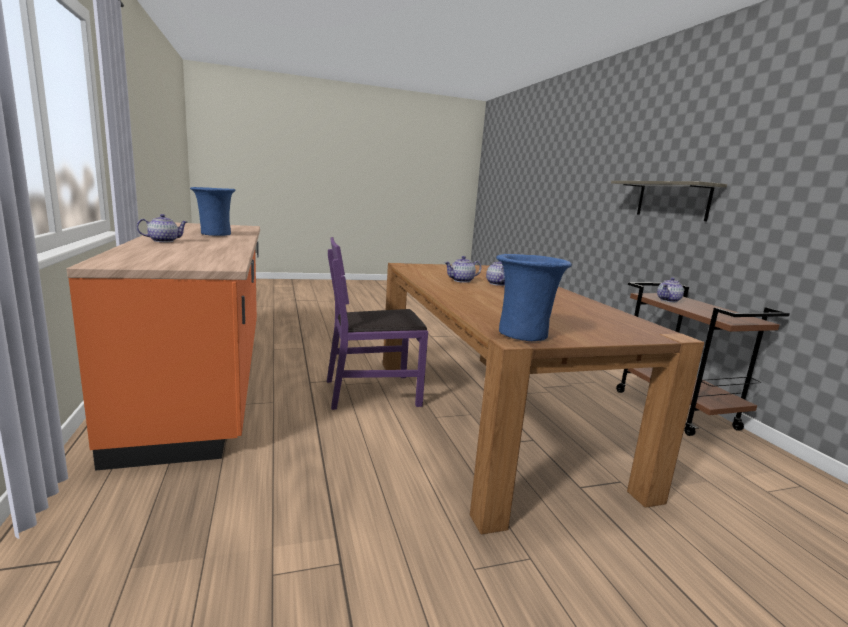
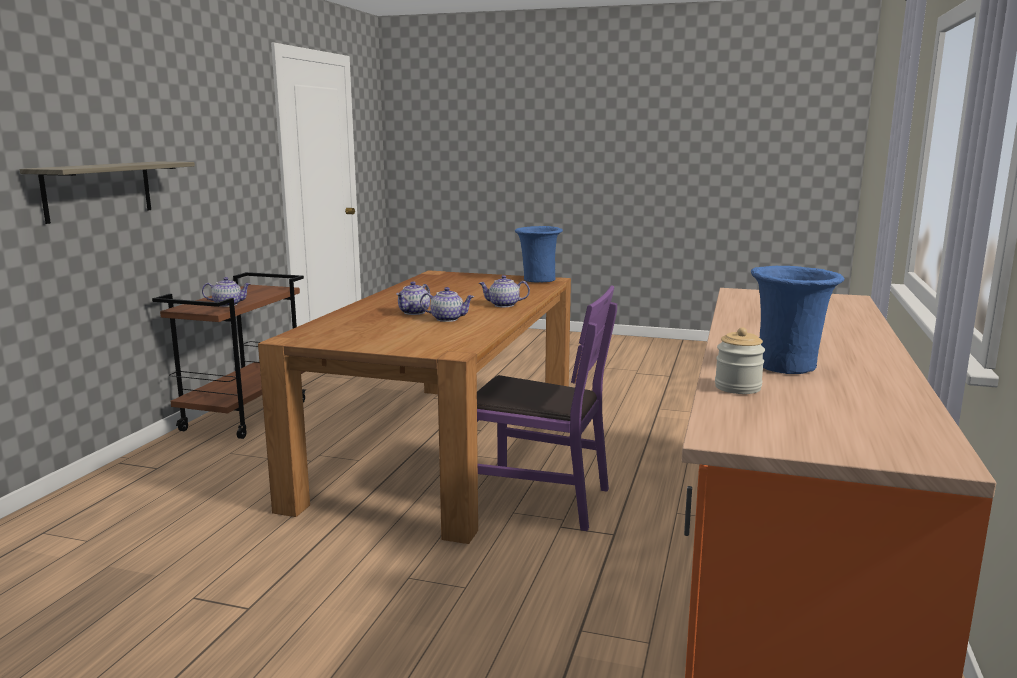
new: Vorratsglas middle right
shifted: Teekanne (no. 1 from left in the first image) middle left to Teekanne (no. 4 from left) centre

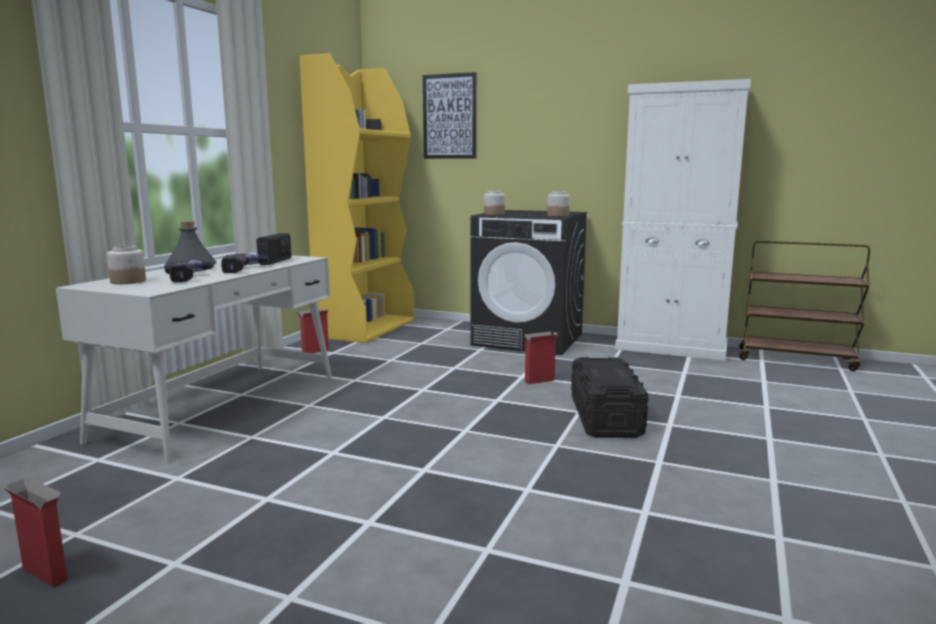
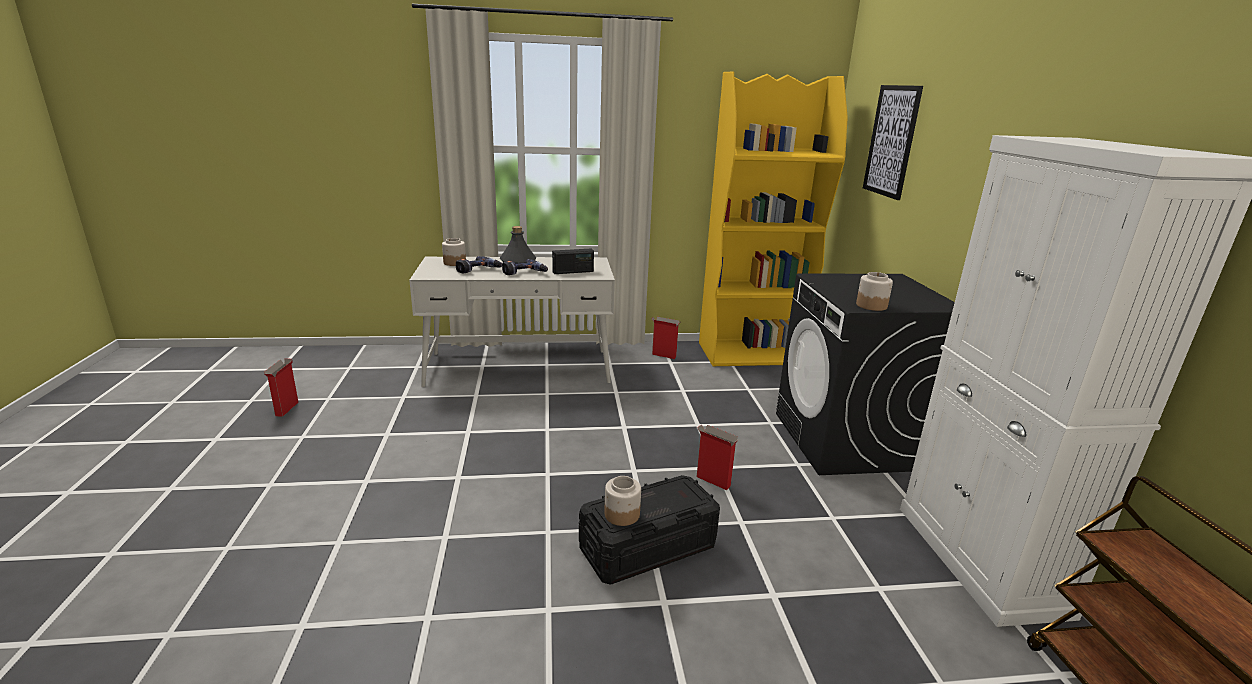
shifted: Vorratsglas (no. 2 from left) top centre to bottom centre

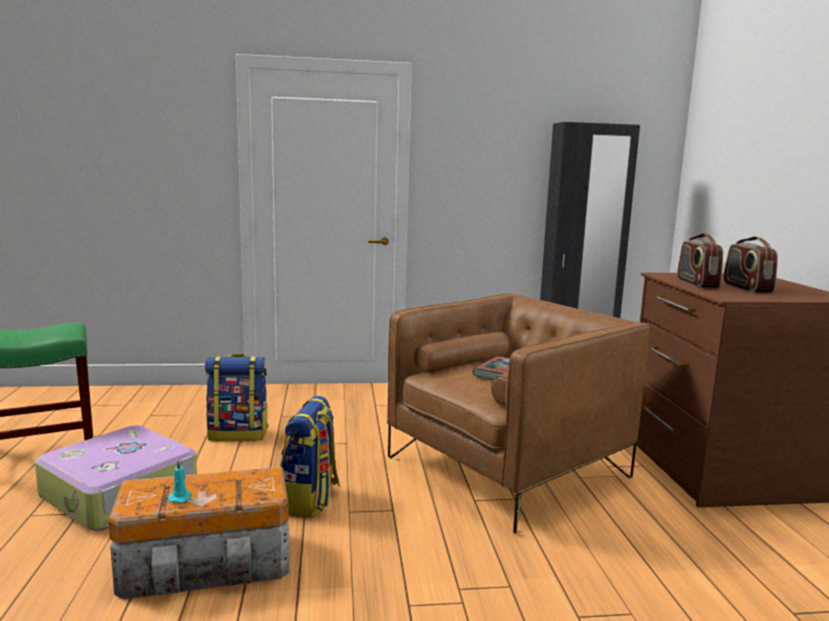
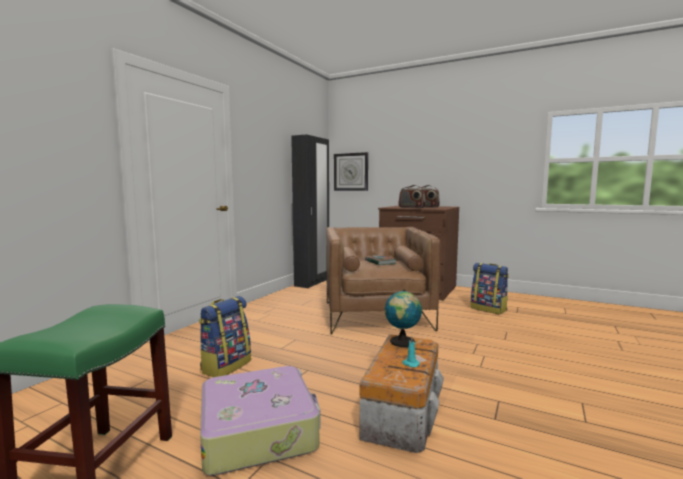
new: Wanduhr centre; Globus centre
shifted: Rucksack (no. 2 from left) bottom centre to middle right

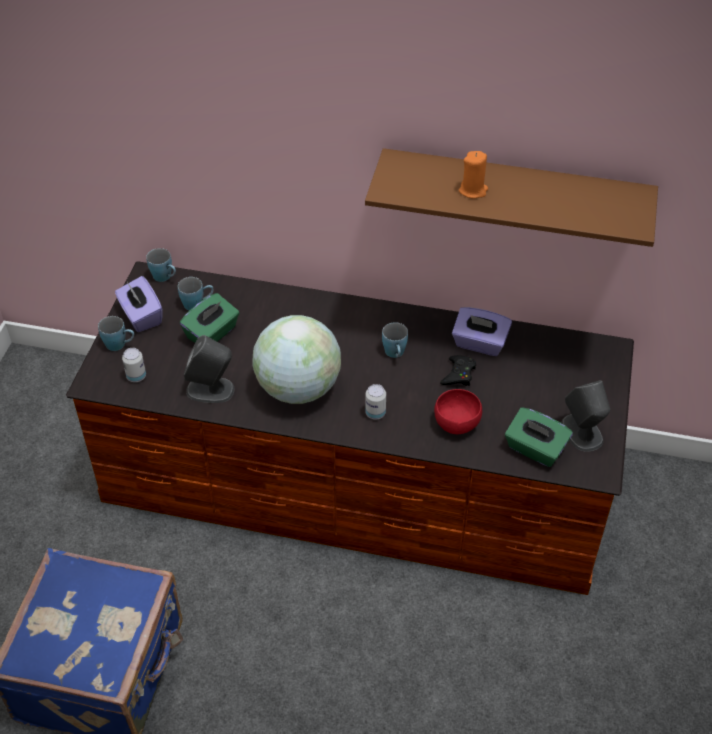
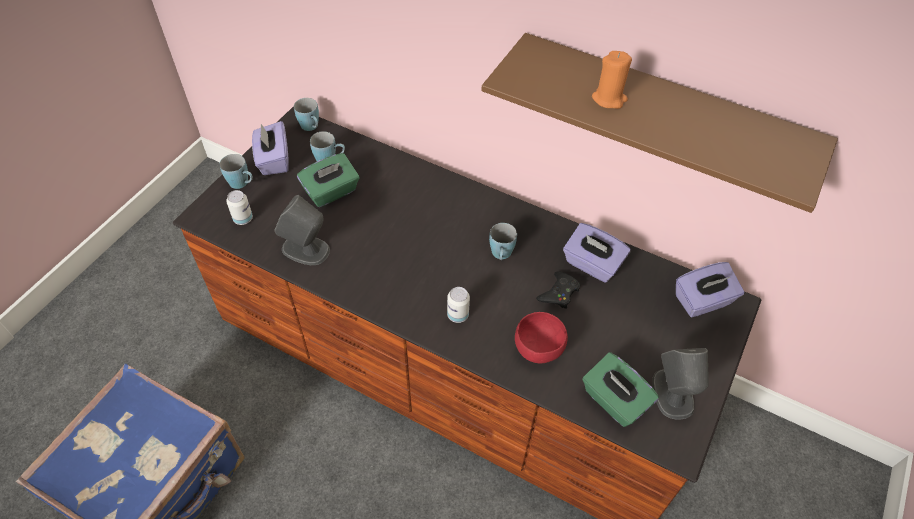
gone: Globus centre
new: Taschentuchbox (lila) (no. 3 from left) middle right

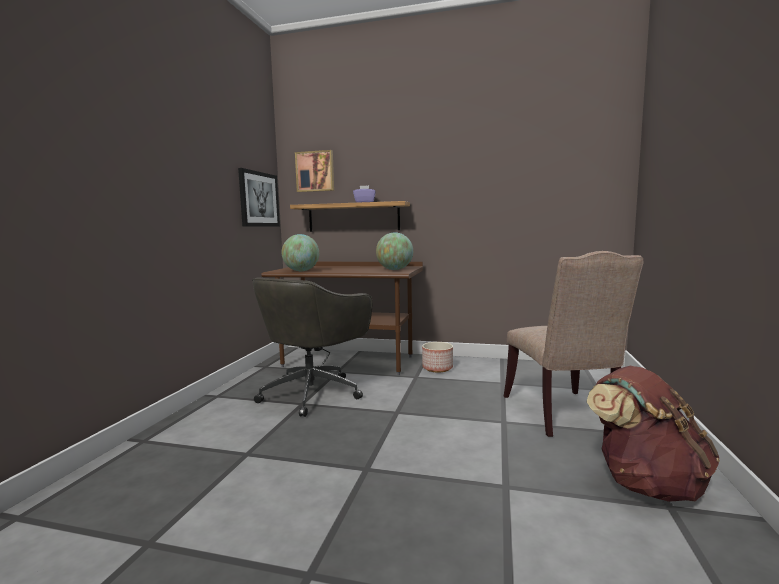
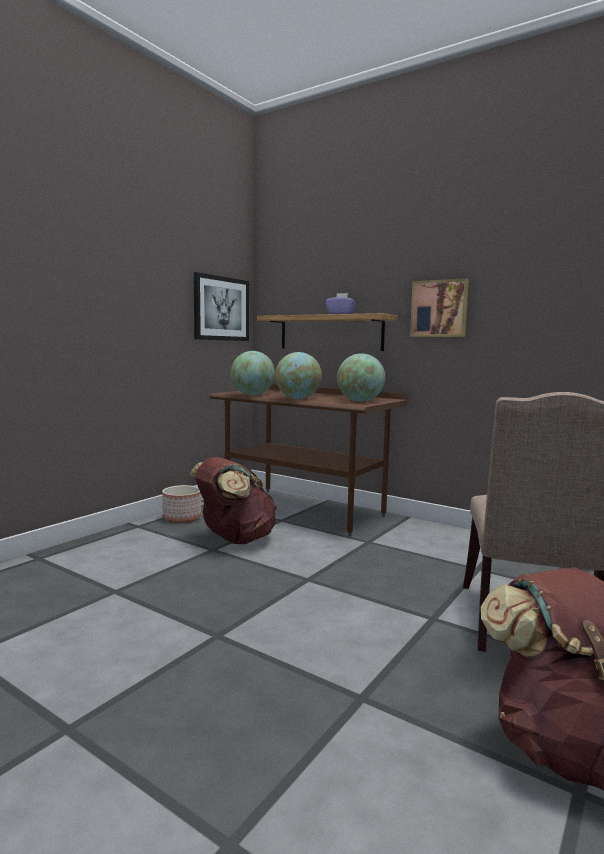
new: Globus (no. 2 from left) centre
shifted: Pflanzkübel centre to middle left; Bild (no. 2 from left) top centre to middle right
swapped: Bürostuhl (grau) centre to Rucksack (braun) (no. 1 from left) centre

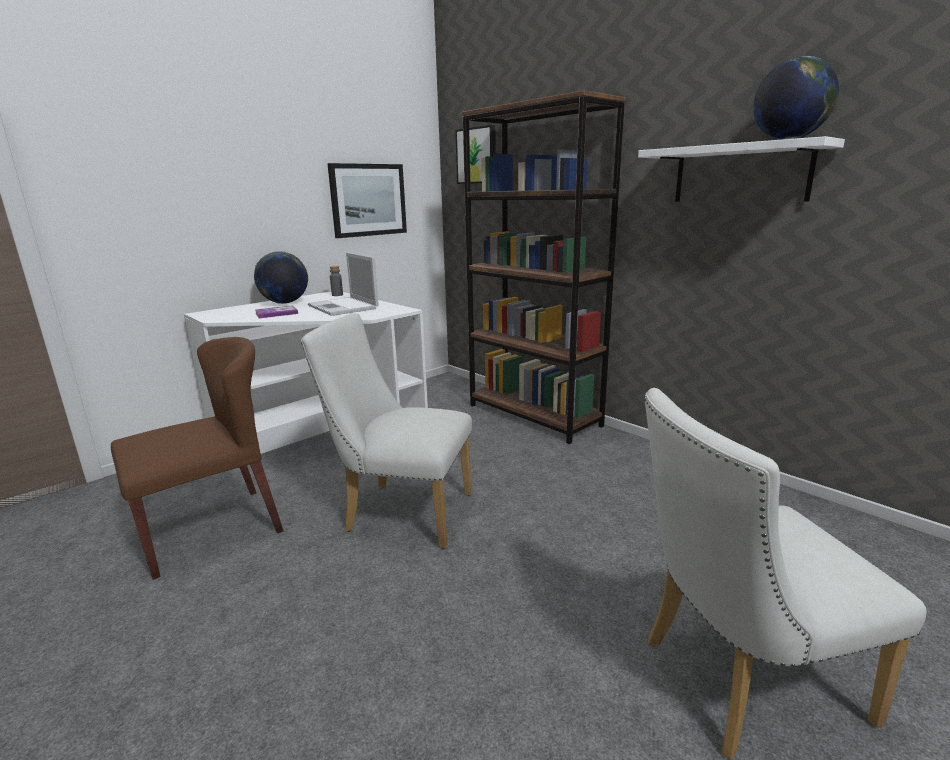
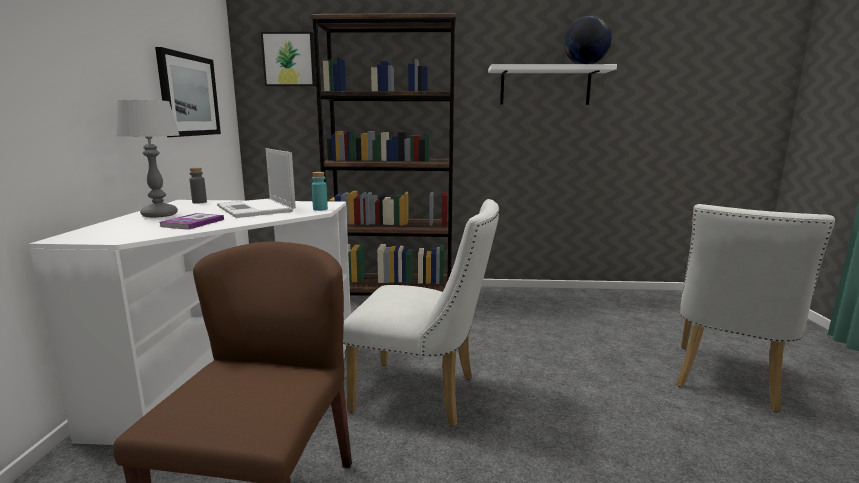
new: Flasche (türkis) centre
swapped: Globus (no. 1 from left) middle left to Tischlampe top left
rotated: Laptop centre = middle left 45 degrees clockwise; Stuhl (weiß) (no. 1 from left) centre = centre 135 degrees counterclockwise

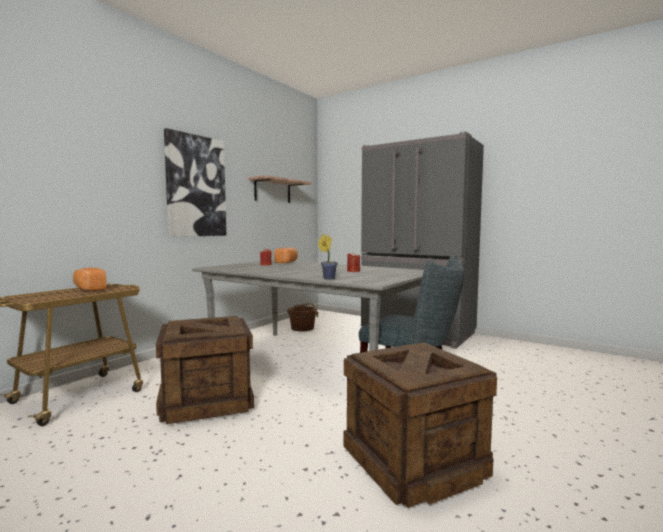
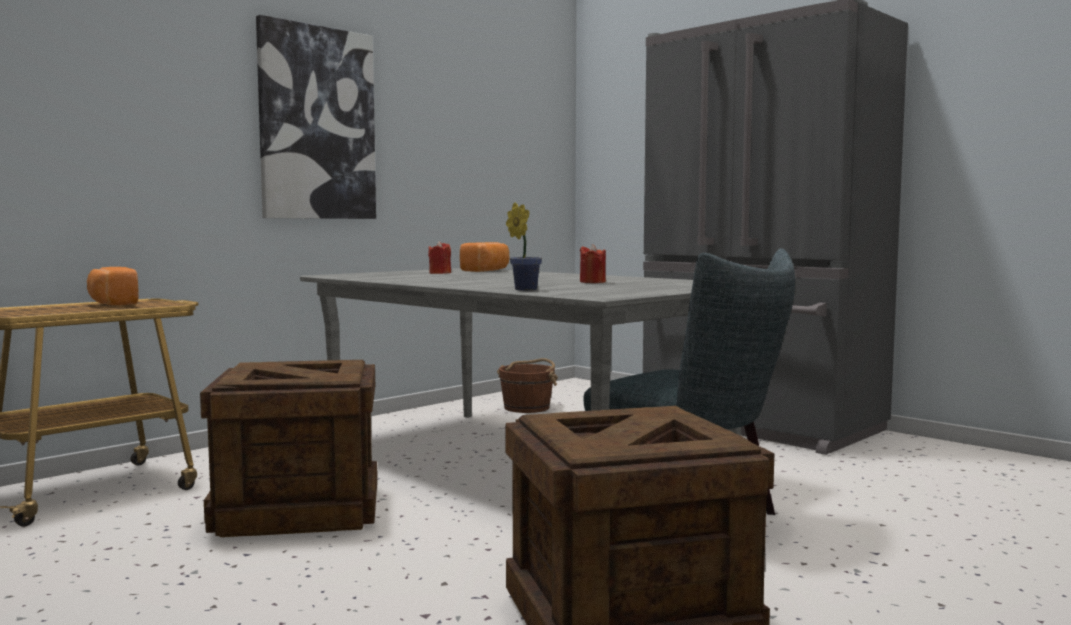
gone: Wandregal centre

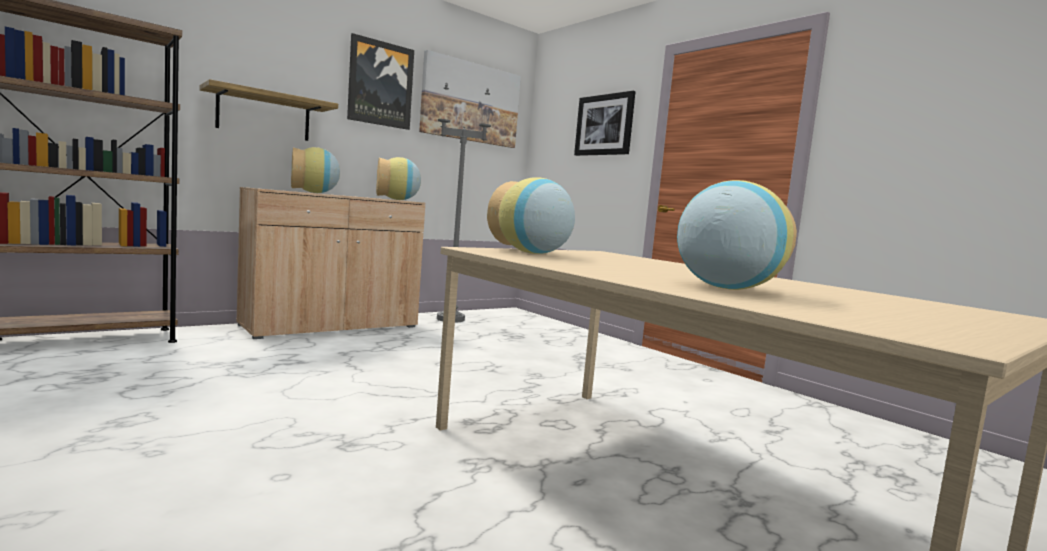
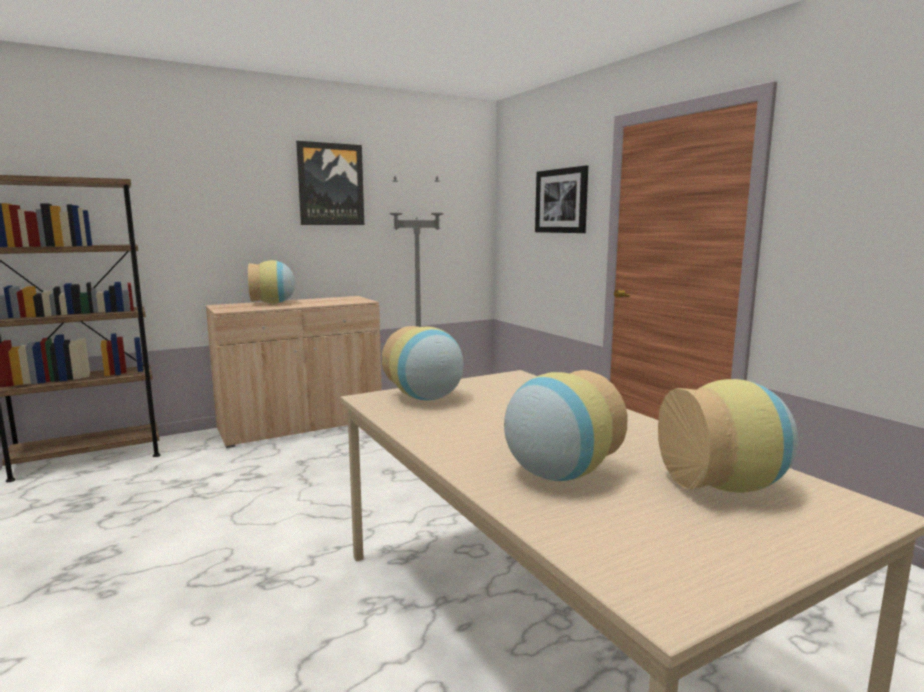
gone: Wandregal top left; Bild (no. 2 from left) top centre
shifted: Vase (no. 2 from left in the first image) top centre to Vase (no. 4 from left) middle right

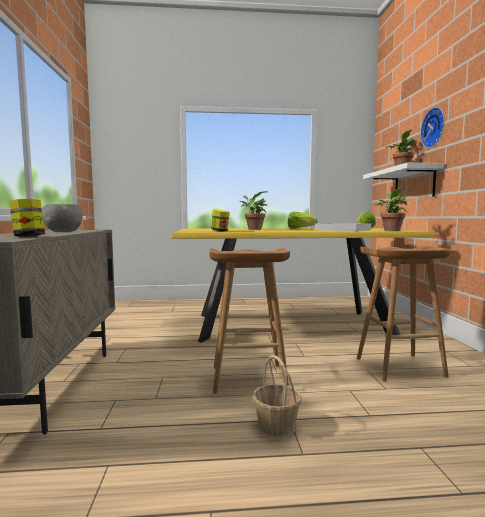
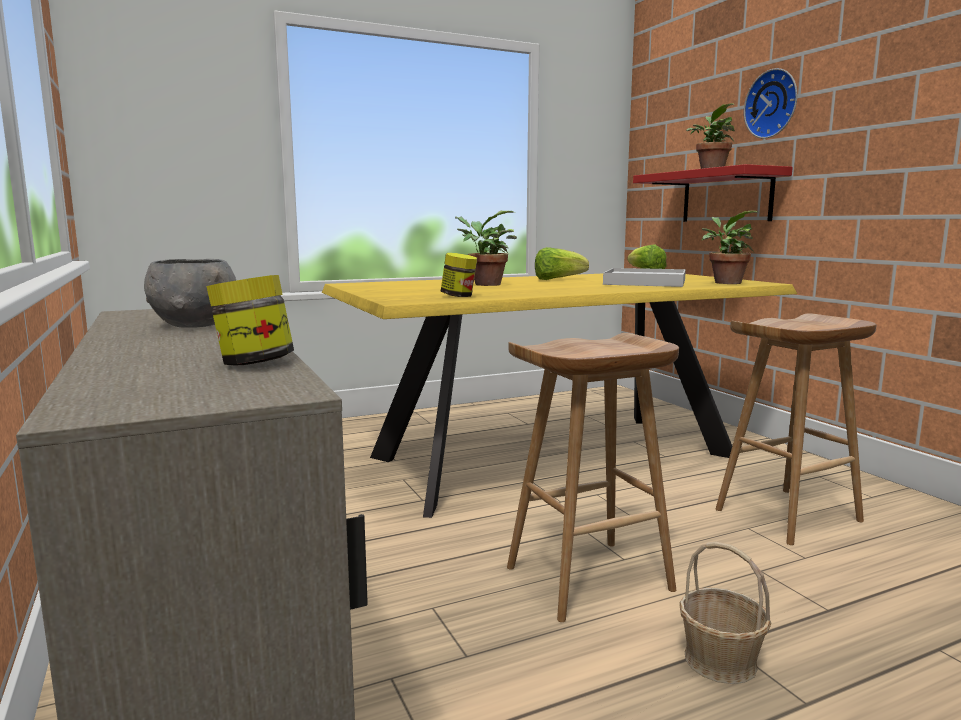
repainted: Wandregal (weiß) middle right to Wandregal (rot) top right

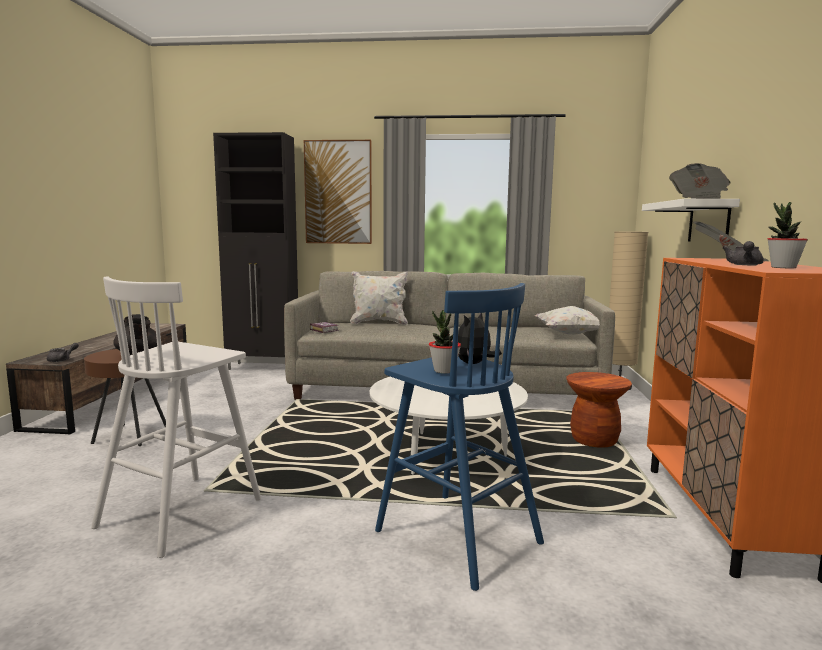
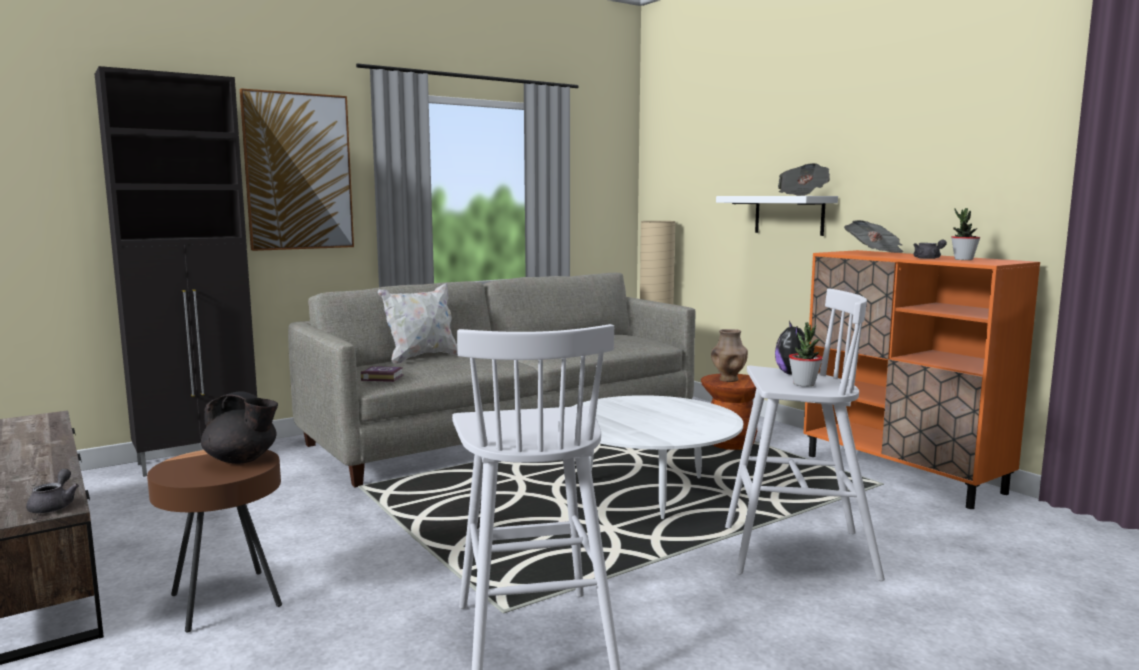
gone: Kissen (weiß) (no. 2 from left) middle right
new: Vase (braun) centre
repainted: Hocker (blau) bottom centre to Hocker (weiß) (no. 2 from left) middle right

